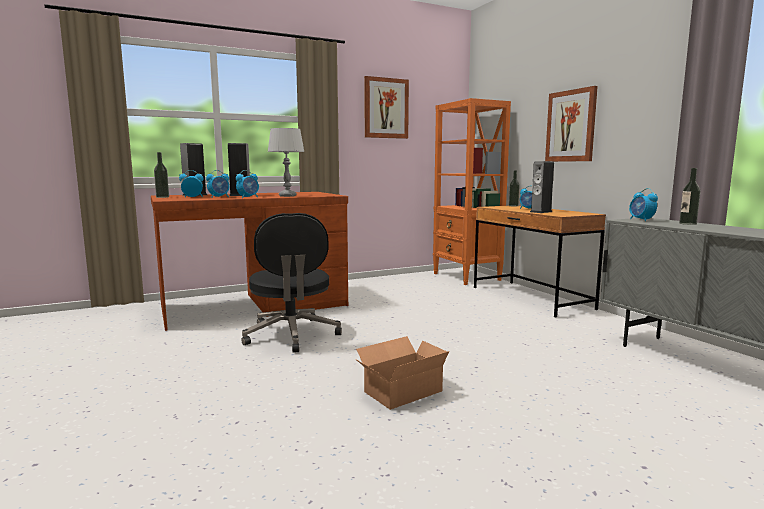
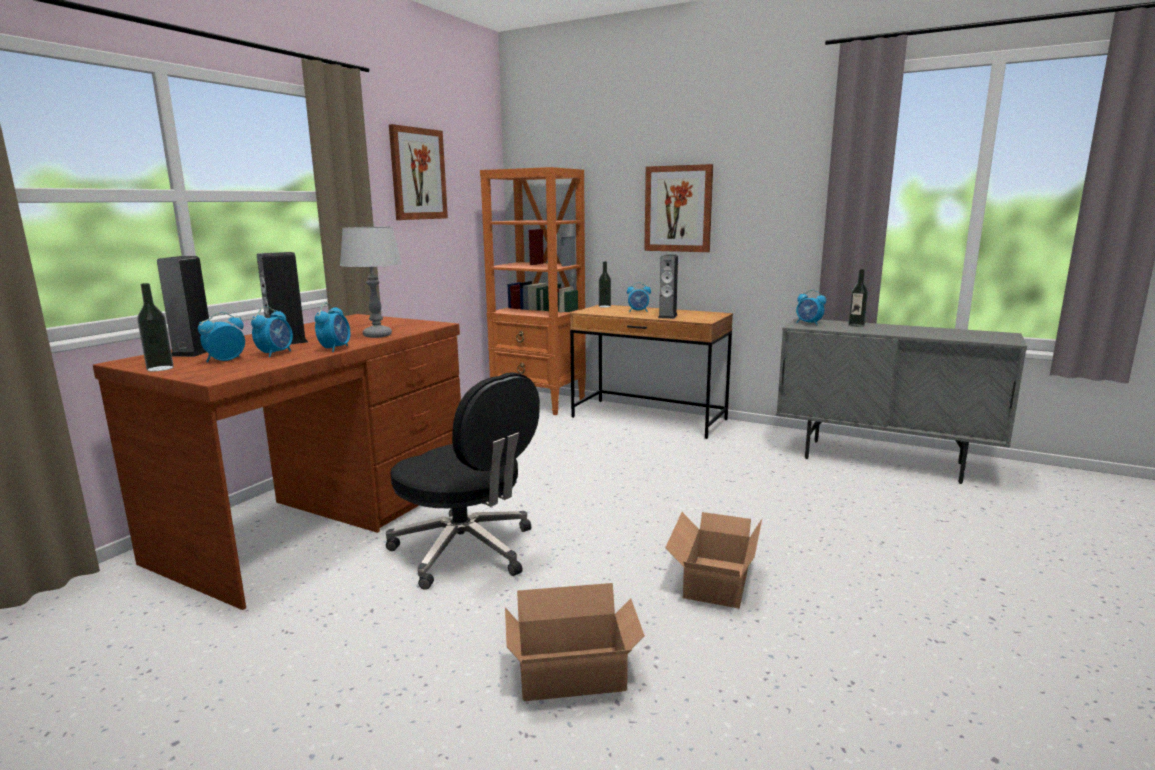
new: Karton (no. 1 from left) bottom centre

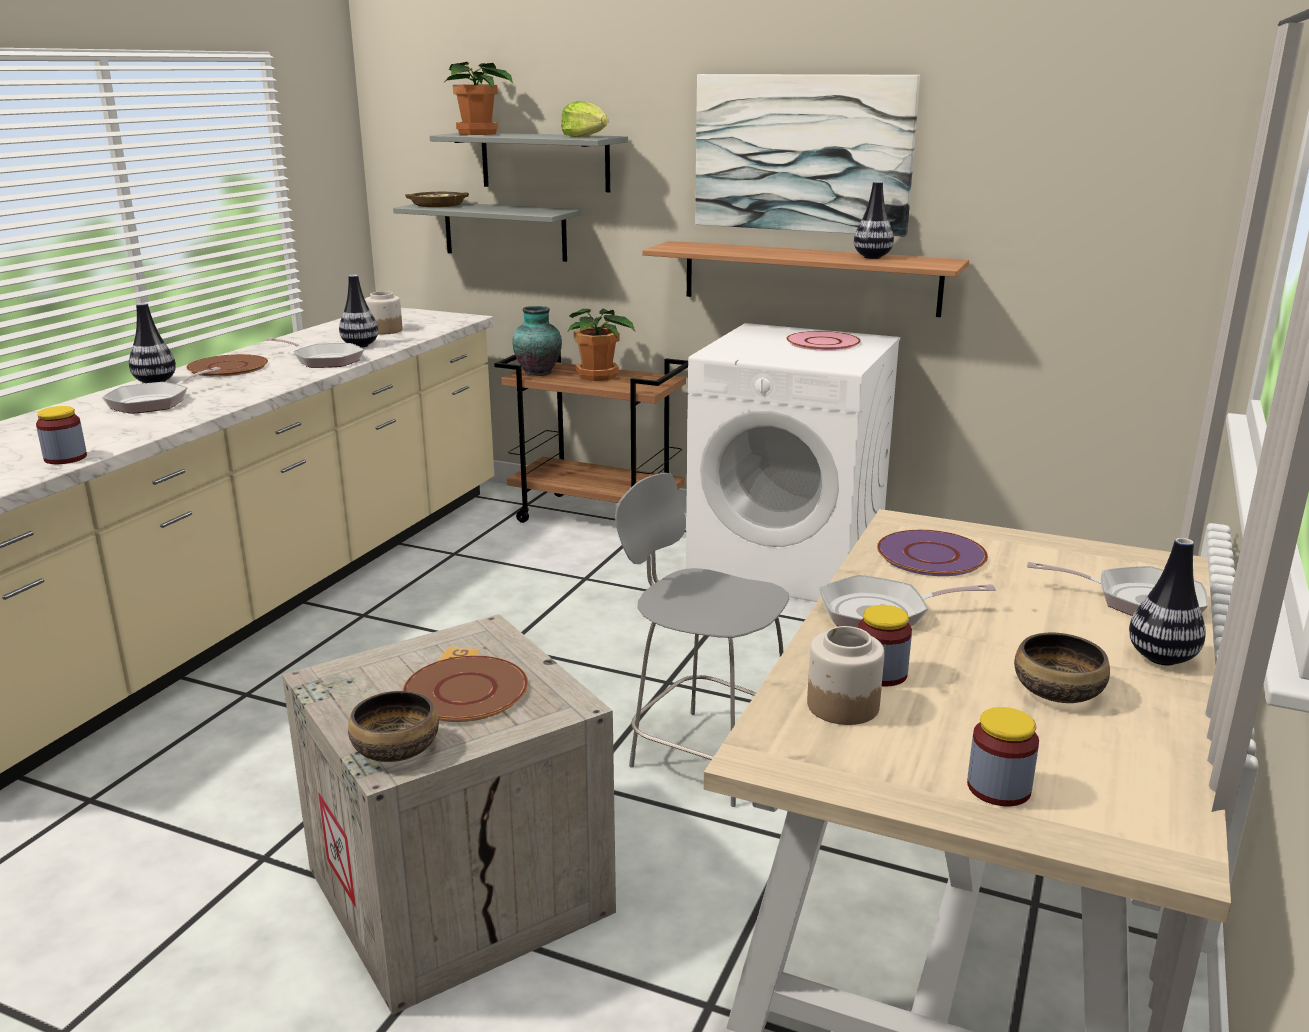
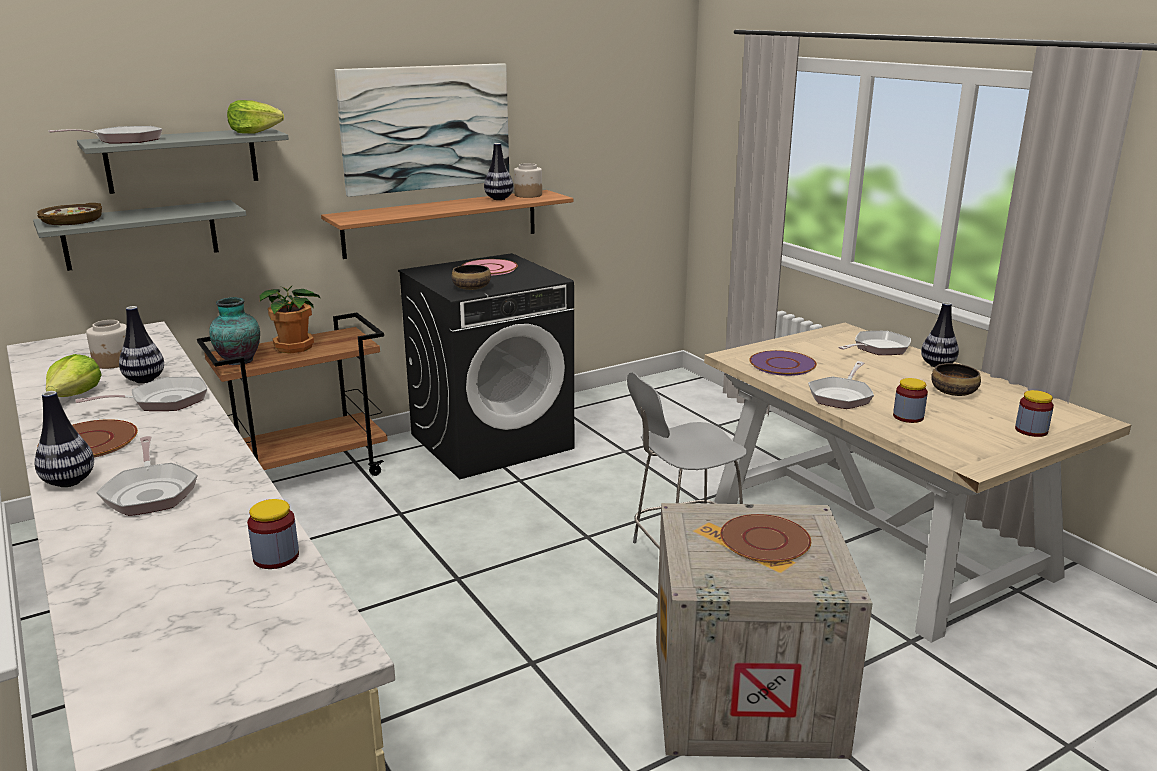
new: Salatkopf (no. 1 from left) middle left
shifted: Schüssel (no. 1 from left in the first image) bottom left to Schüssel (no. 2 from left) centre; Vorratsglas (no. 3 from left) centre to top centre
swapped: Topfpflanze (no. 1 from left) top centre to Pfanne (no. 1 from left) top left
repainted: Waschmaschine (weiß) centre to Waschmaschine (schwarz) centre

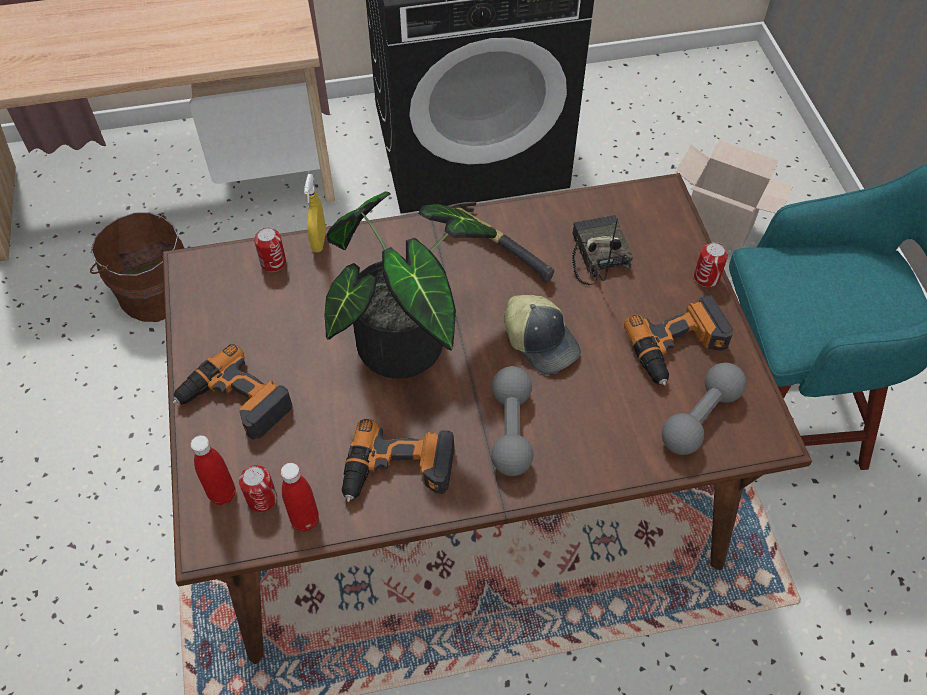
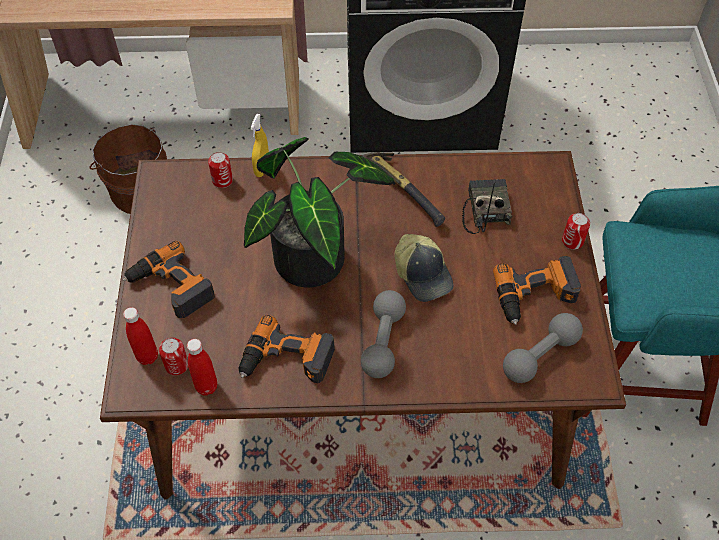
gone: Karton top right

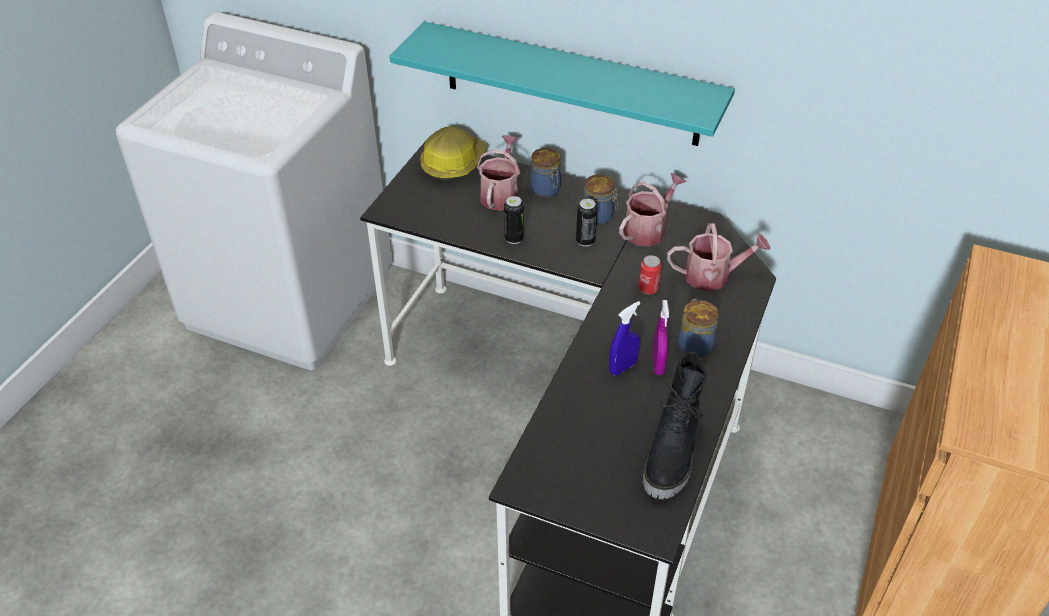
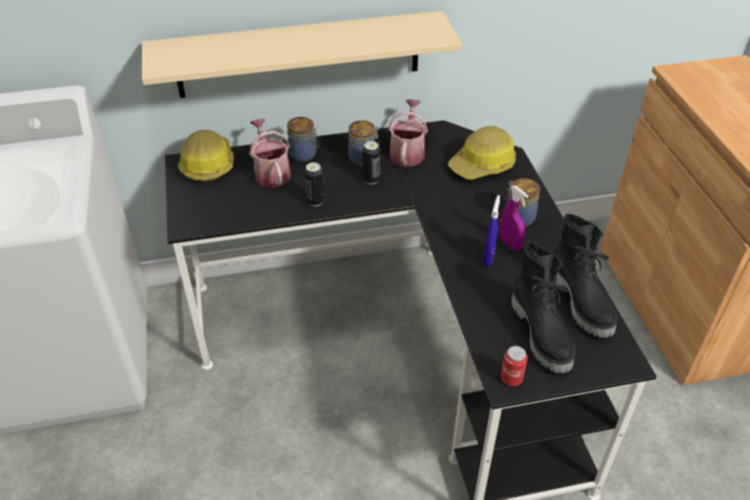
new: Stiefel (schwarz) (no. 1 from left) middle right
shifted: Dose (no. 3 from left) centre to bottom right
swapped: Gießkanne (no. 3 from left) middle right to Schutzhelm (no. 2 from left) top centre
repainted: Wandregal (türkis) top centre to Wandregal (beige) top centre

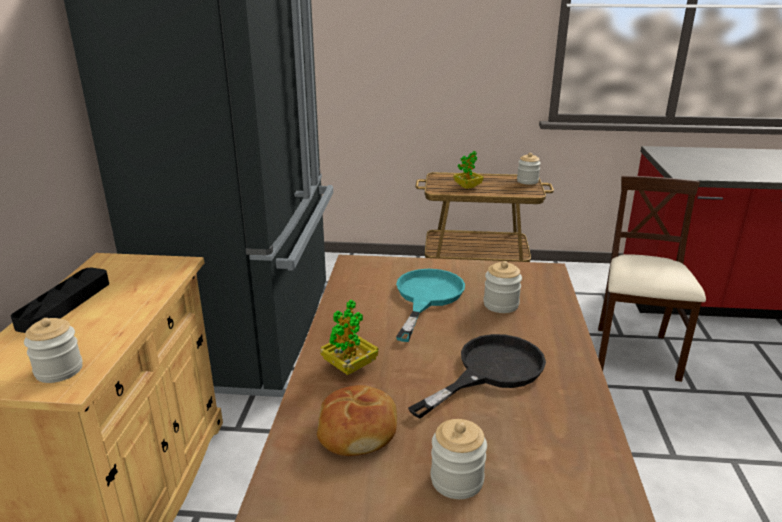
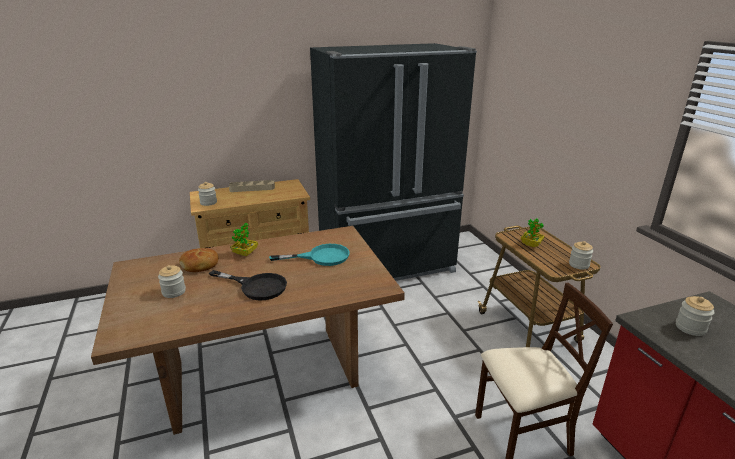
shifted: Vorratsglas (no. 3 from left in the first image) centre to Vorratsglas (no. 4 from left) bottom right
repainted: Tablett (schwarz) middle left to Tablett (beige) centre

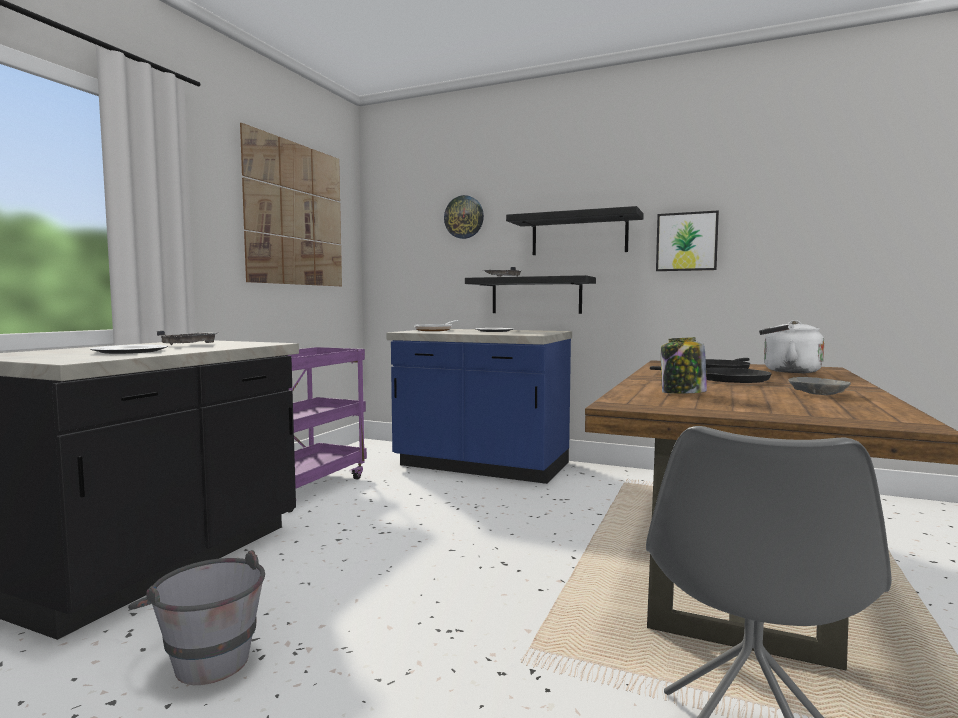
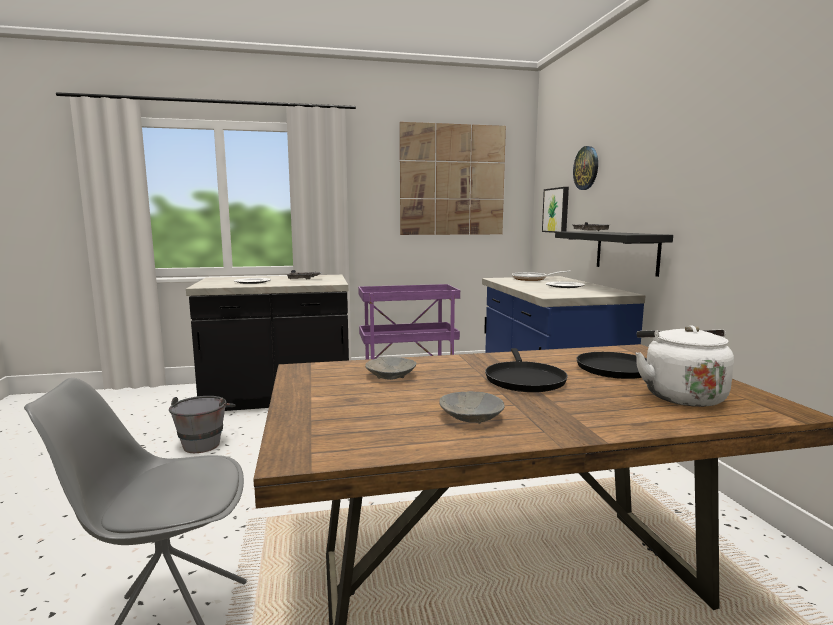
gone: Wandregal (schwarz) (no. 2 from left) top centre
shifted: Bild (no. 2 from left) middle right to centre
swapped: Vorratsglas middle right to Schüssel (grau) (no. 1 from left) centre

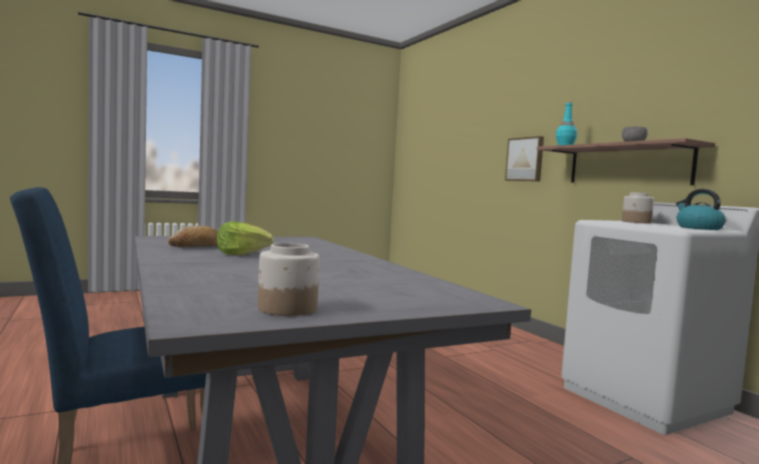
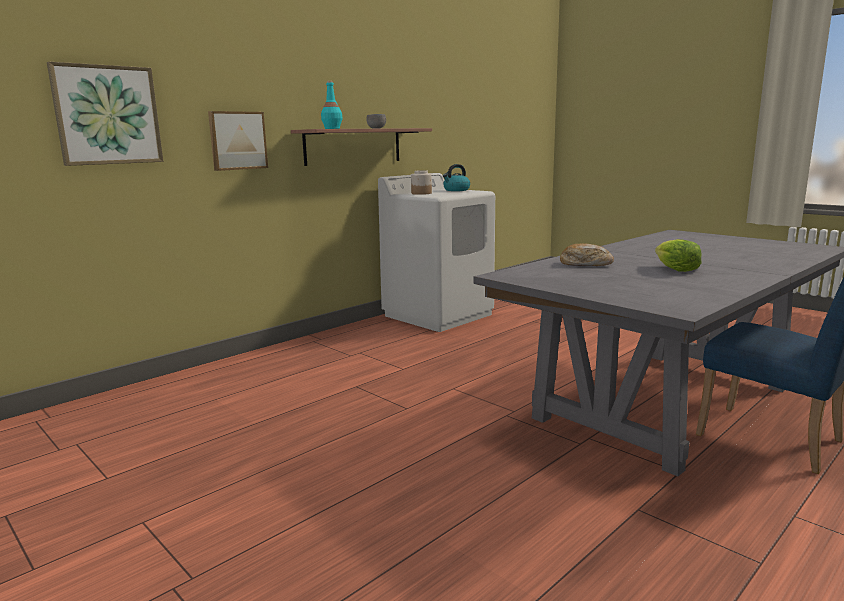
gone: Vorratsglas (no. 1 from left) centre
new: Bild (no. 1 from left) top left
shifted: Brot middle left to middle right

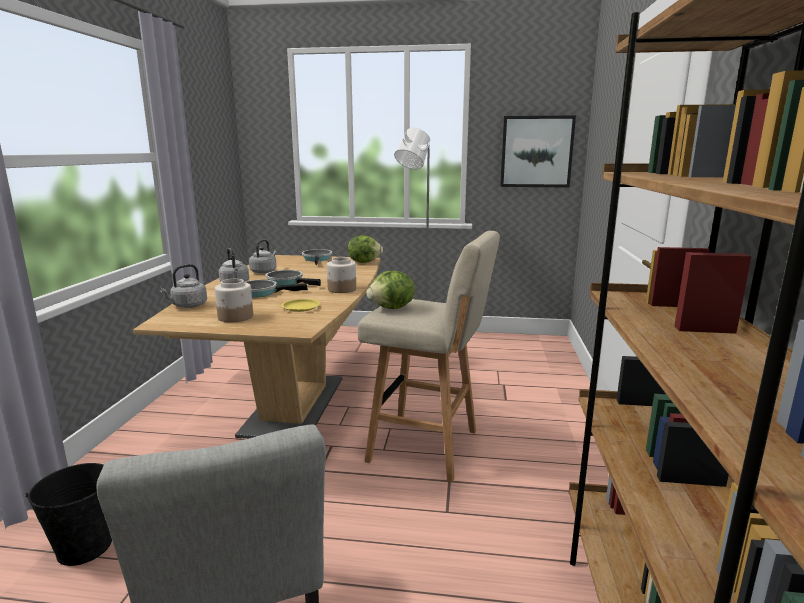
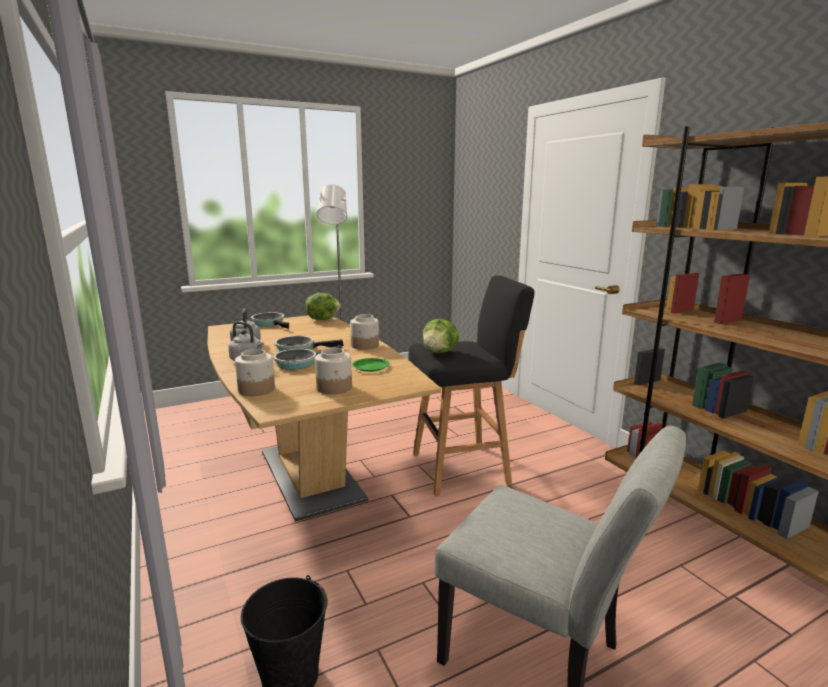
gone: Bild top right
swapped: Wasserkessel (grau) (no. 1 from left) middle left to Vorratsglas (no. 1 from left) middle left
repainted: Teller (gelb) centre to Teller (grün) centre; Hocker (beige) centre to Hocker (schwarz) centre

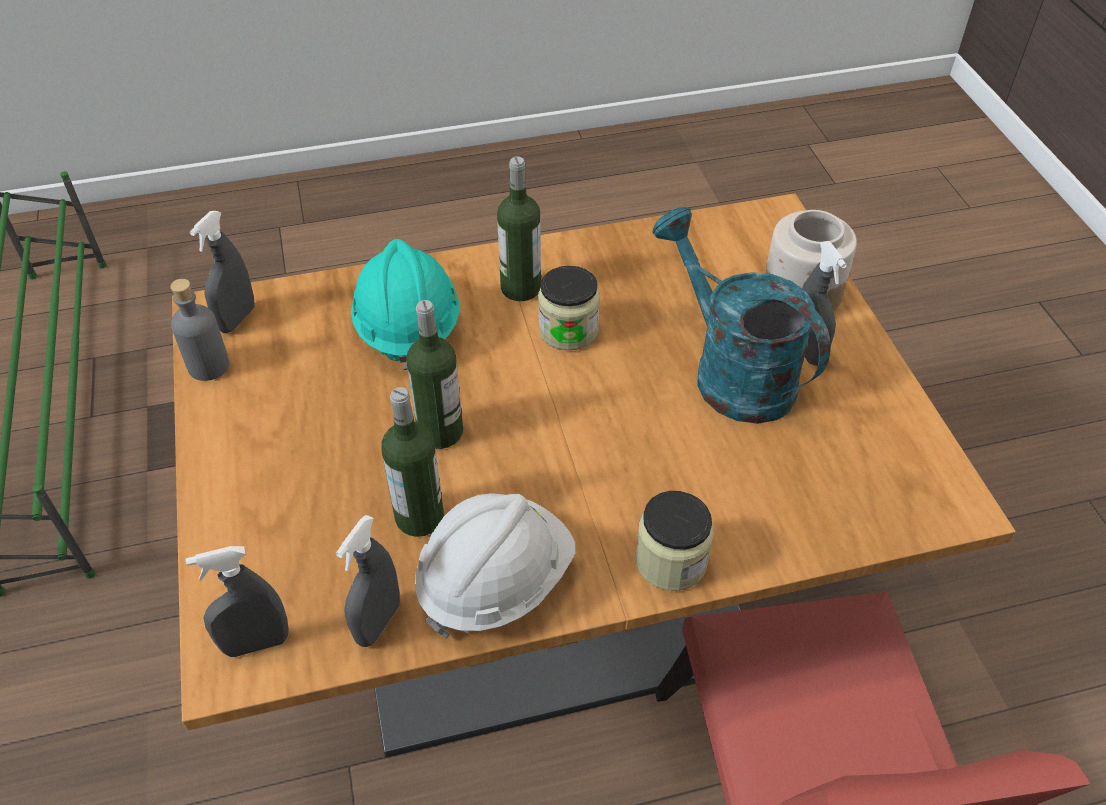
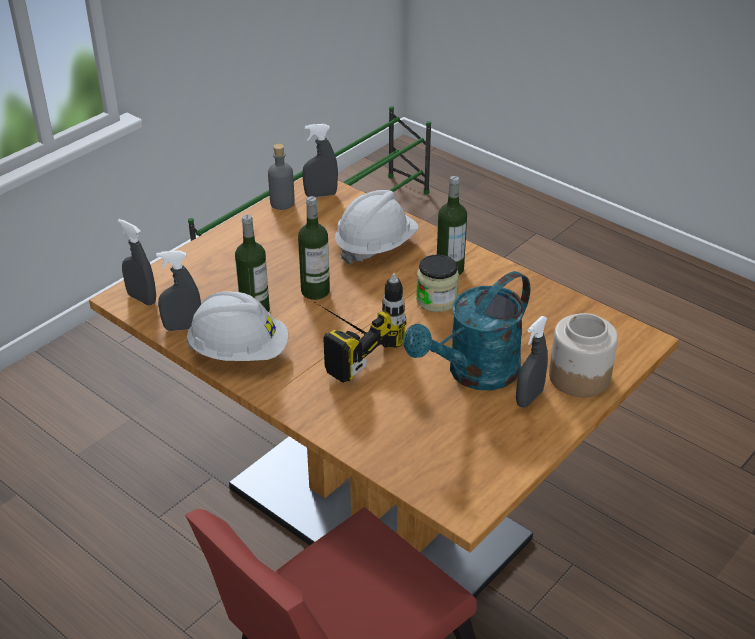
gone: Vorratsglas (no. 2 from left) bottom centre
new: Bohrmaschine centre
repainted: Schutzhelm (türkis) centre to Schutzhelm (weiß) (no. 2 from left) centre
rotated: Gießkanne (türkis) middle right = centre 150 degrees counterclockwise

